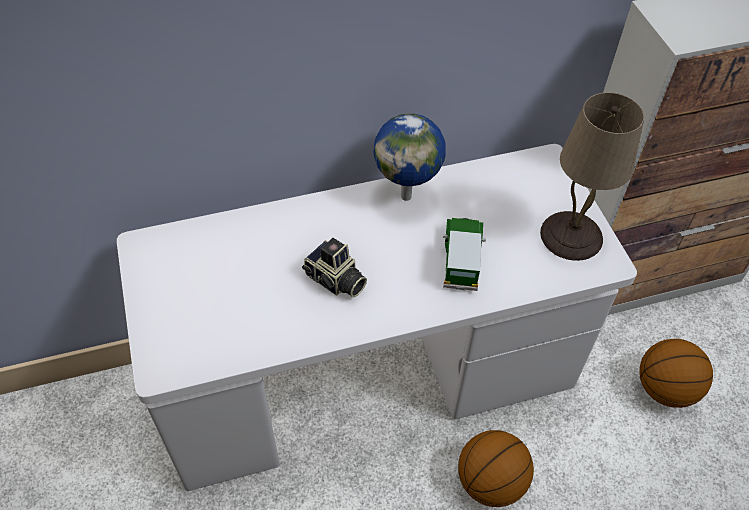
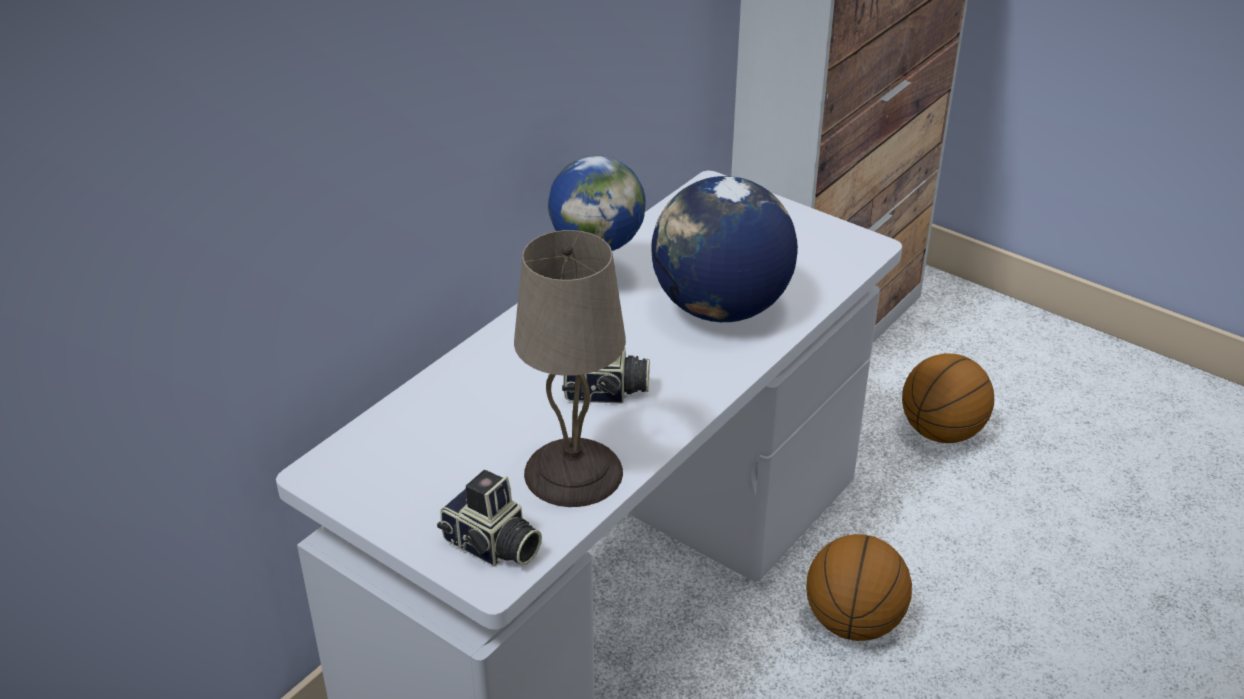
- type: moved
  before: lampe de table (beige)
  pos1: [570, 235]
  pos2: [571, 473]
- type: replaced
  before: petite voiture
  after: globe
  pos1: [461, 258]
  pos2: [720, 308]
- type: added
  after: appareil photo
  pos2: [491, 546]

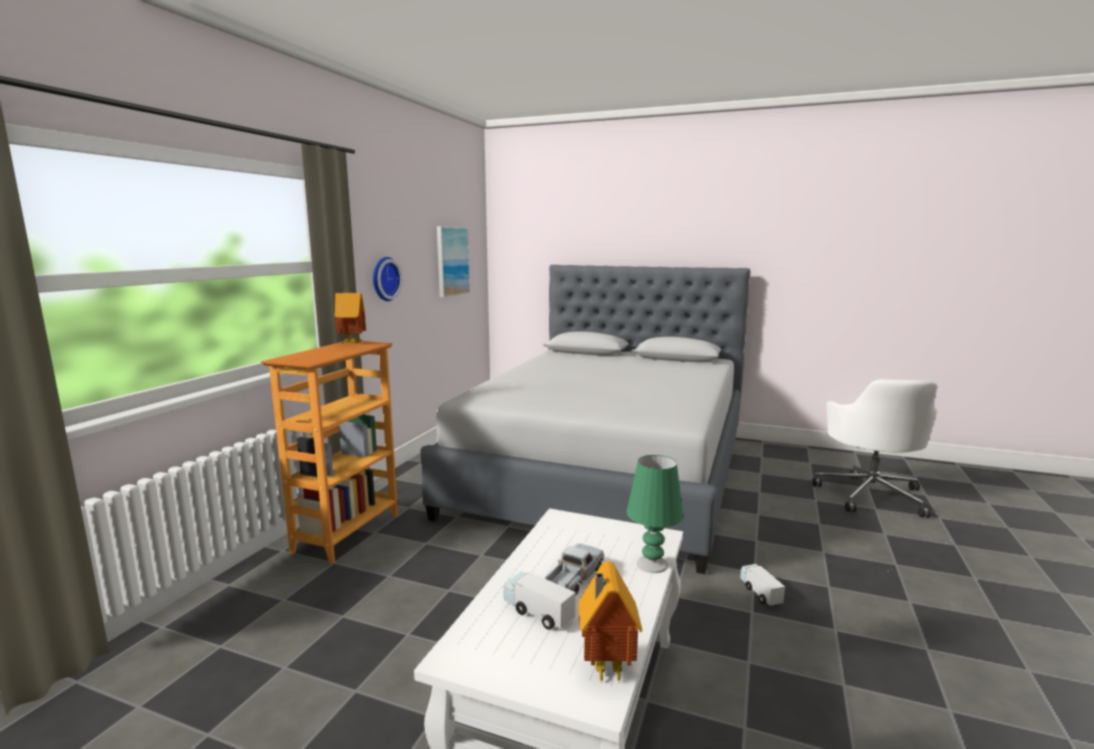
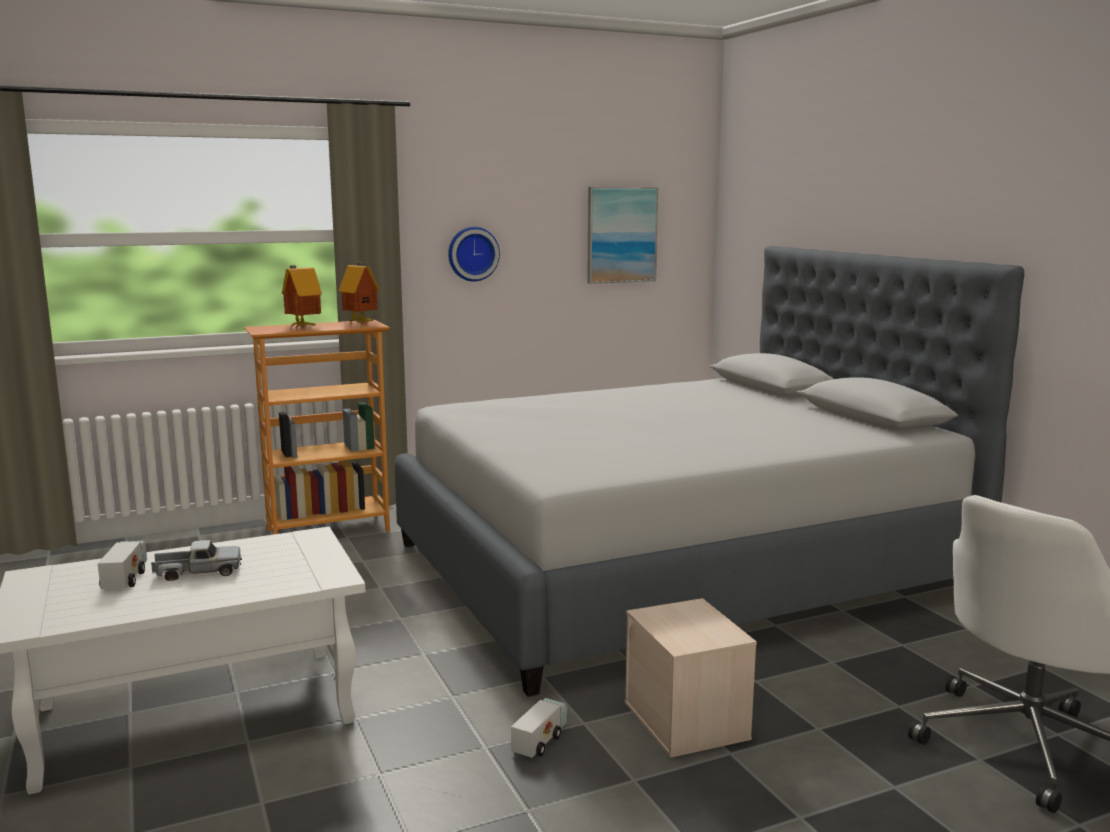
- type: removed
  before: lampe de table (vert)
  pos1: [652, 564]
- type: moved
  before: maison miniature
  pos1: [604, 668]
  pos2: [302, 326]
- type: added
  after: boîte de rangement (beige)
  pos2: [687, 721]

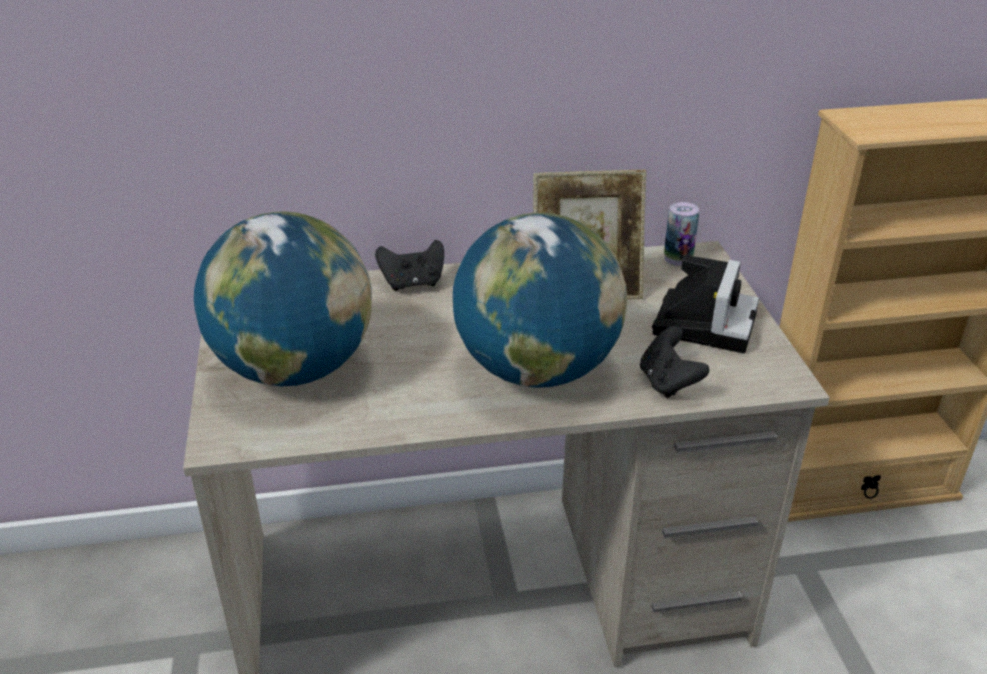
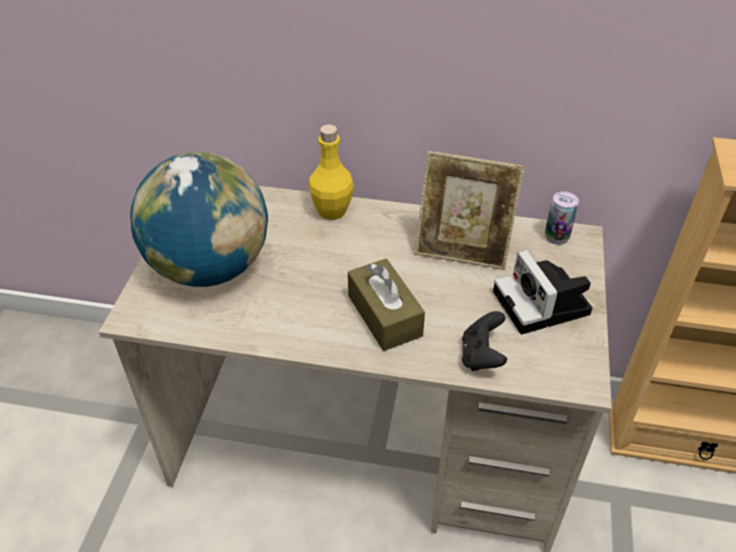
- type: replaced
  before: globe
  after: boîte à mouchoirs (marron)
  pos1: [537, 369]
  pos2: [384, 315]
- type: replaced
  before: manette (noir)
  after: bouteille (jaune)
  pos1: [413, 283]
  pos2: [332, 211]
- type: turned
  before: appareil photo
  pos1: [704, 322]
  pos2: [544, 305]
  turn: 120

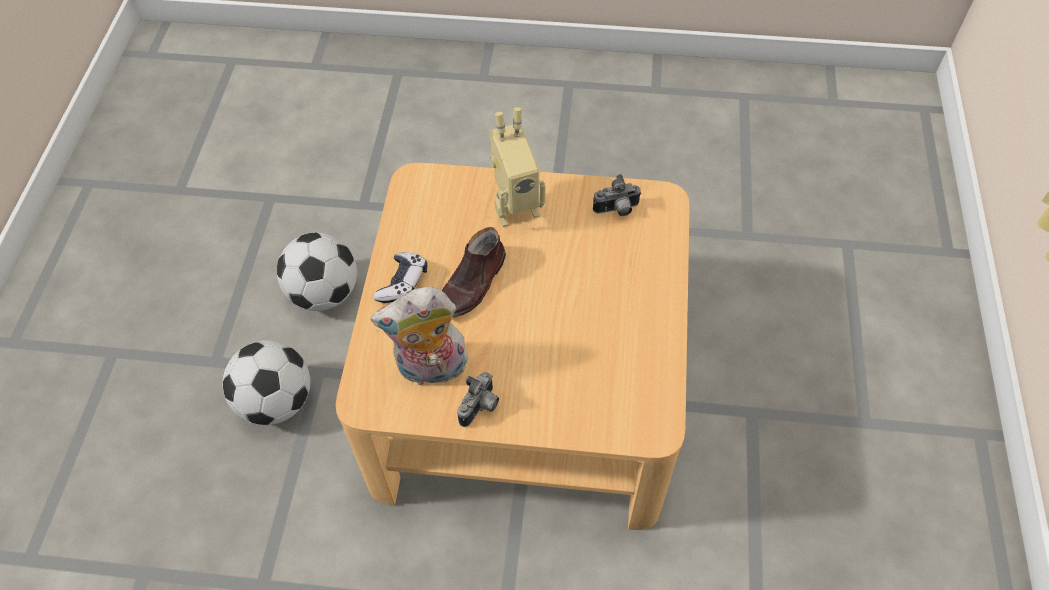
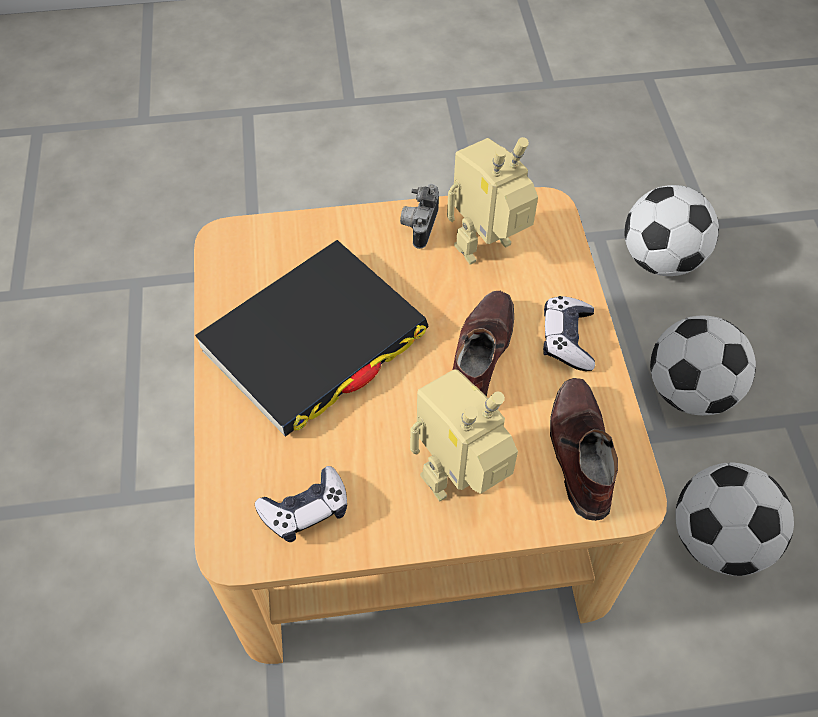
- type: replaced
  before: appareil photo
  after: manette
  pos1: [617, 210]
  pos2: [306, 510]
- type: replaced
  before: peluche
  after: robot jouet
  pos1: [431, 370]
  pos2: [488, 251]
- type: added
  after: ballon de foot
  pos2: [661, 259]
- type: added
  after: livre (noir)
  pos2: [314, 341]
- type: added
  after: chaussure (marron)
  pos2: [579, 452]

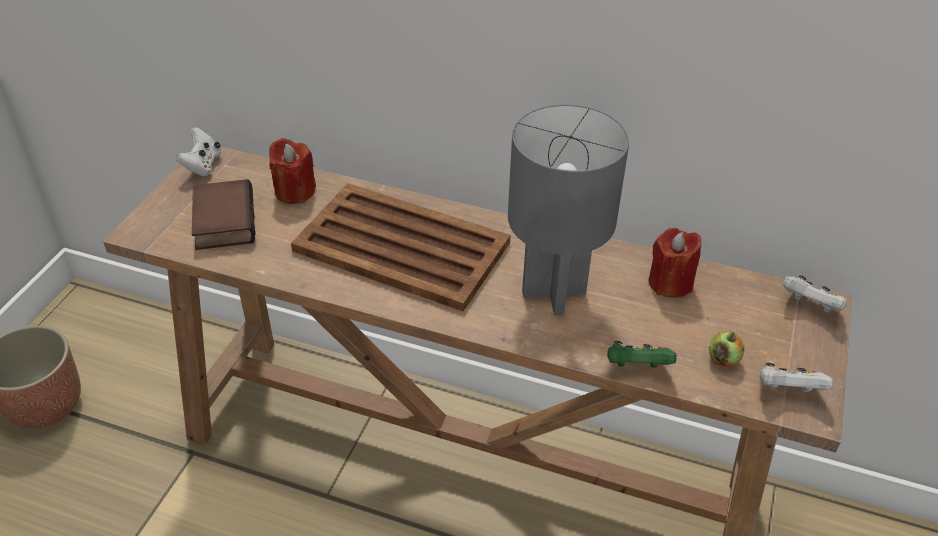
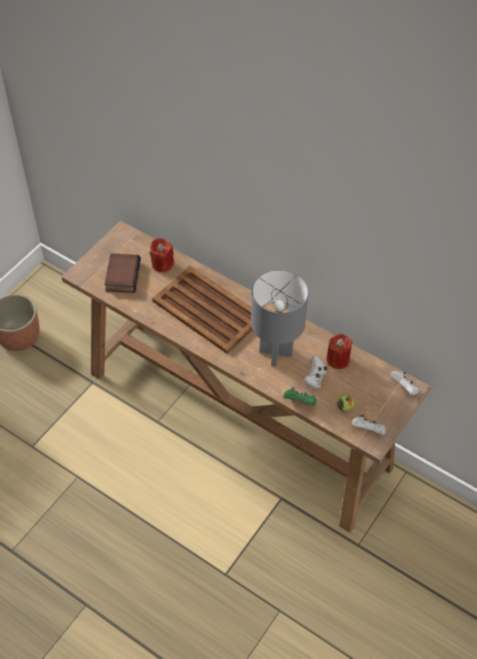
- type: moved
  before: manette (blanc)
  pos1: [202, 165]
  pos2: [314, 378]

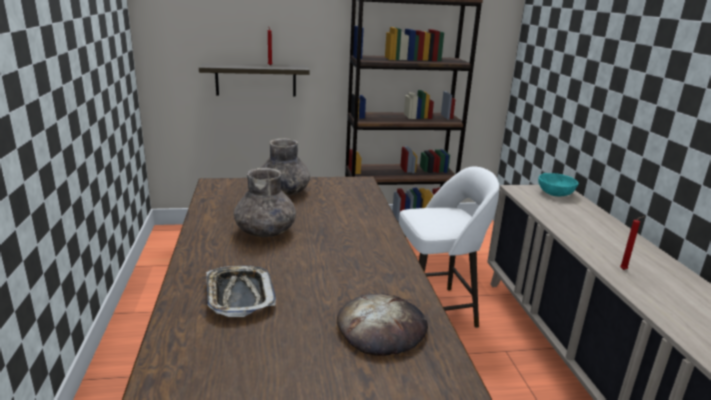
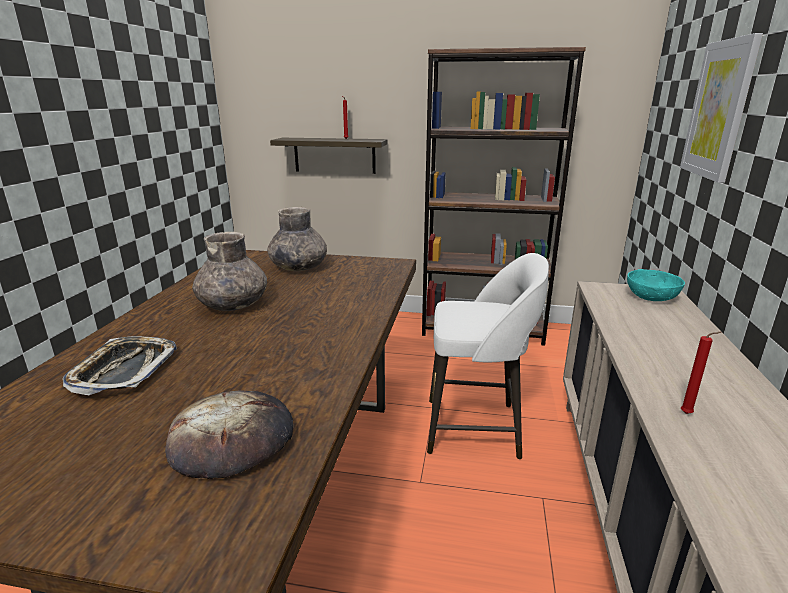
- type: added
  after: tableau
  pos2: [718, 110]

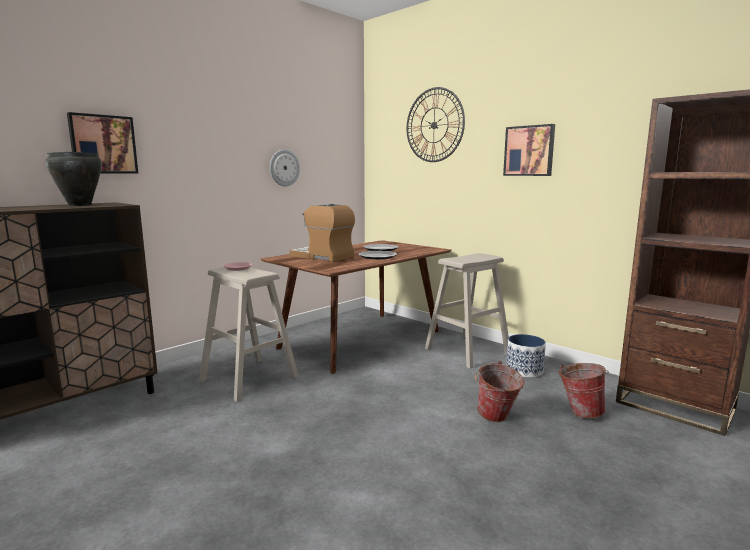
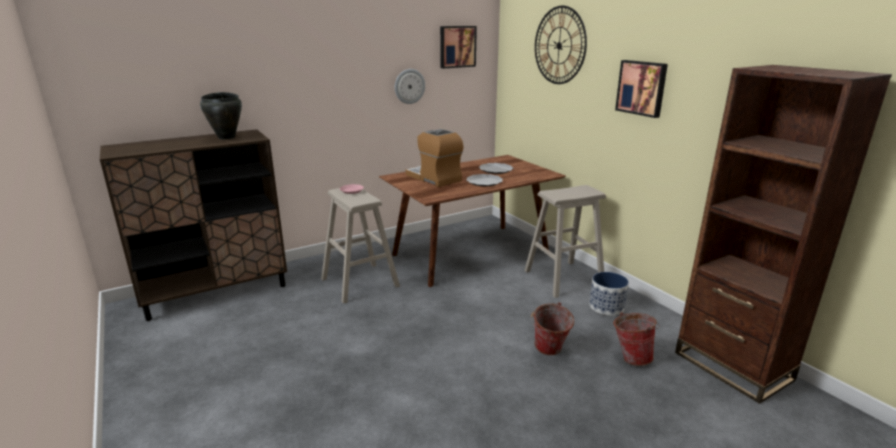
- type: moved
  before: tableau
  pos1: [103, 144]
  pos2: [457, 46]

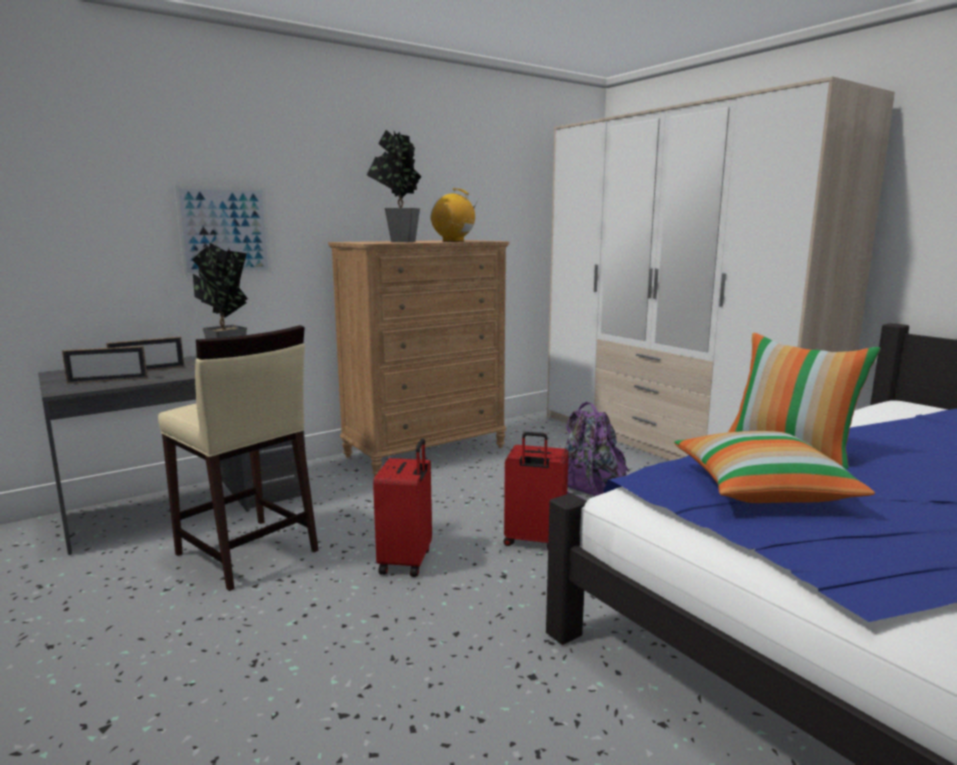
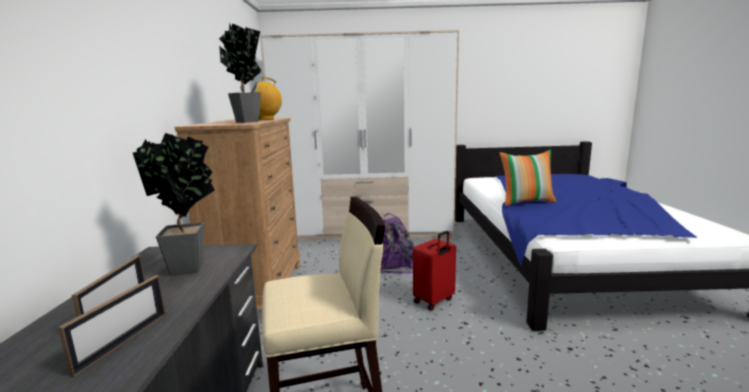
- type: removed
  before: tableau
  pos1: [225, 231]
- type: removed
  before: coussin
  pos1: [761, 489]
- type: removed
  before: valise (rouge)
  pos1: [407, 561]

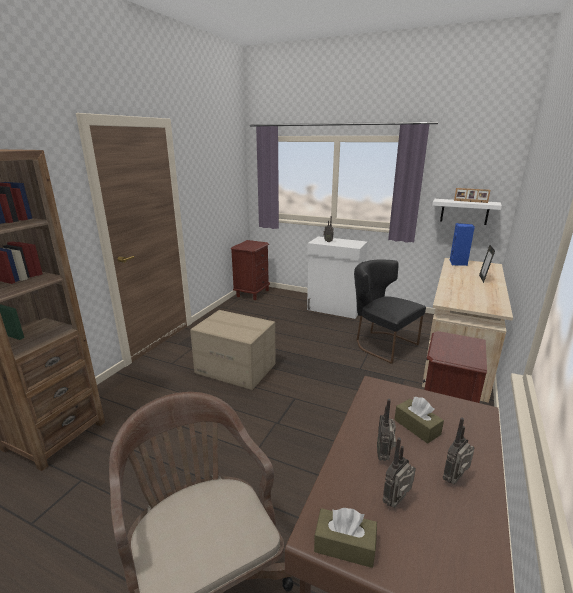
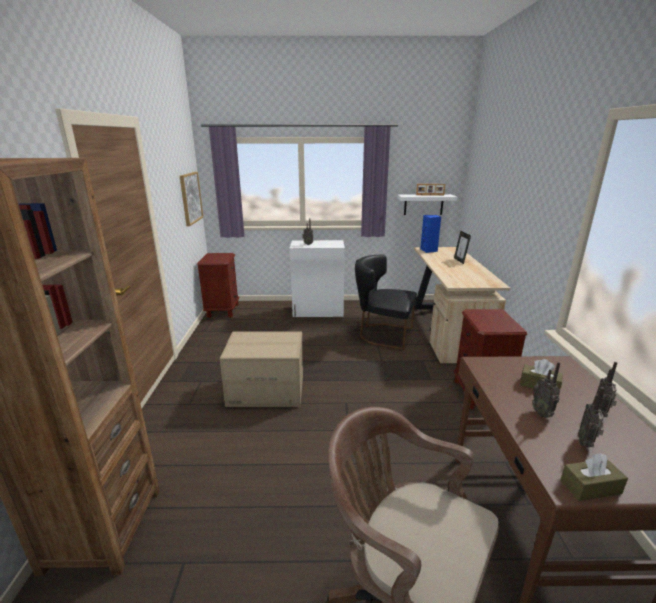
- type: added
  after: tableau
  pos2: [190, 198]

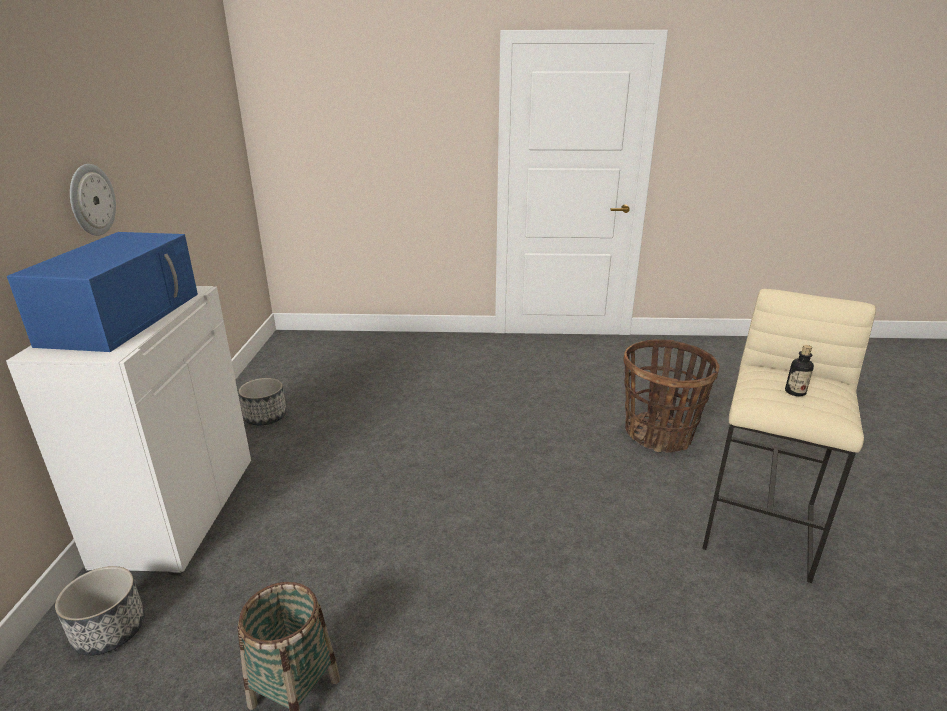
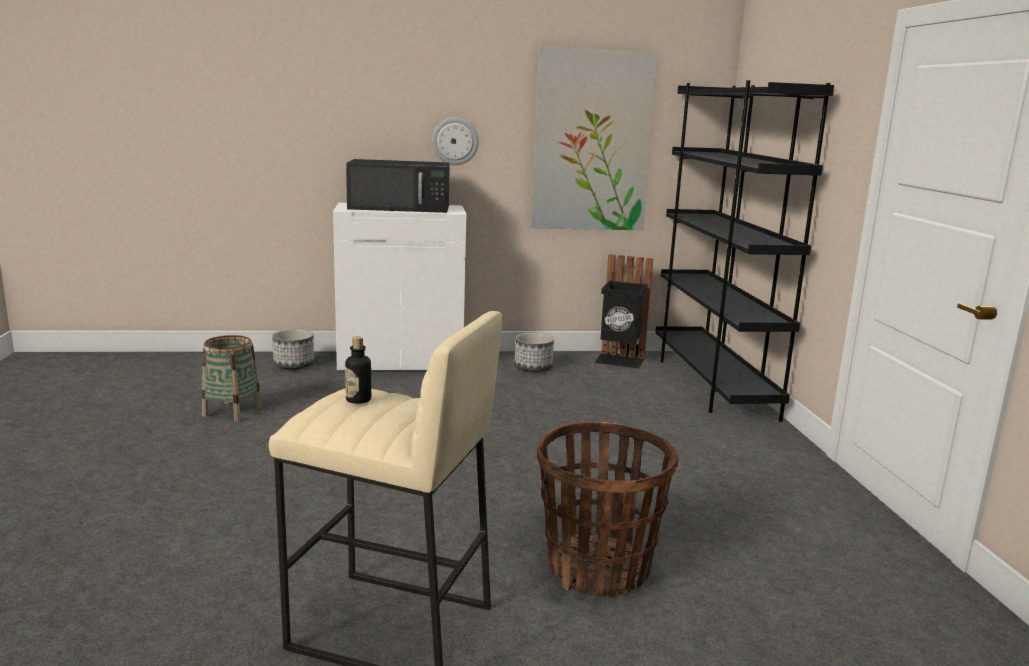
- type: recoloured
  before: micro-ondes (bleu)
  after: micro-ondes (noir)
  pos1: [124, 317]
  pos2: [401, 207]
- type: added
  after: tableau
  pos2: [592, 141]
- type: added
  after: bibliothèque (noir)
  pos2: [712, 385]
- type: added
  after: poubelle (noir)
  pos2: [619, 360]

